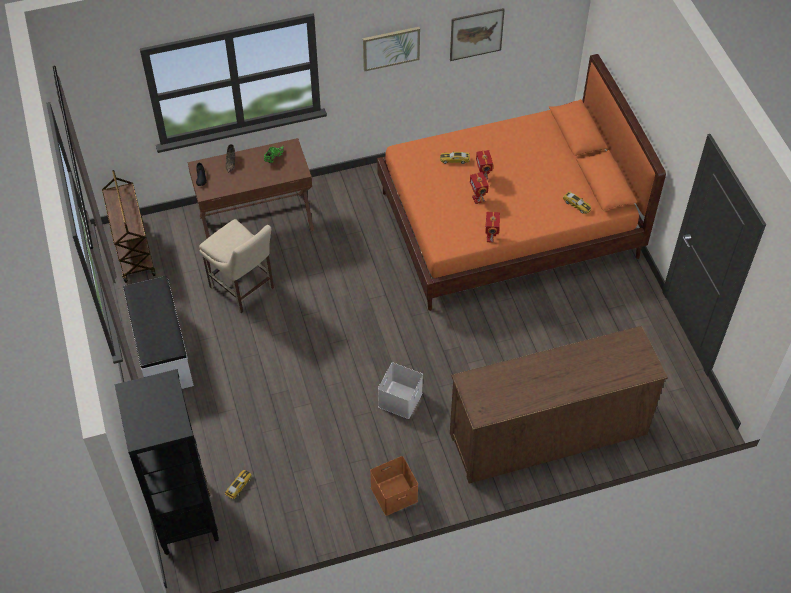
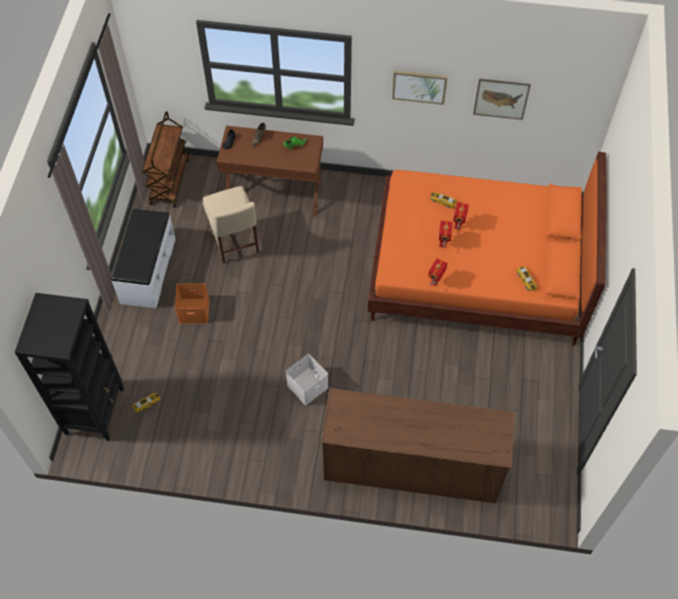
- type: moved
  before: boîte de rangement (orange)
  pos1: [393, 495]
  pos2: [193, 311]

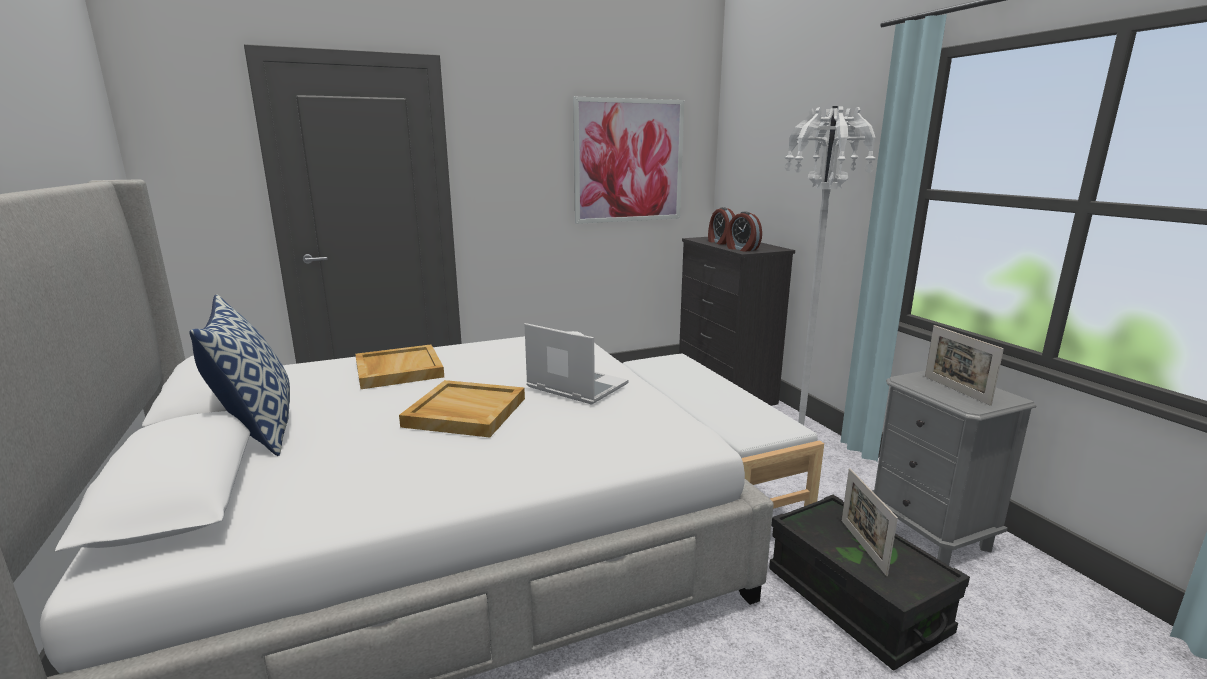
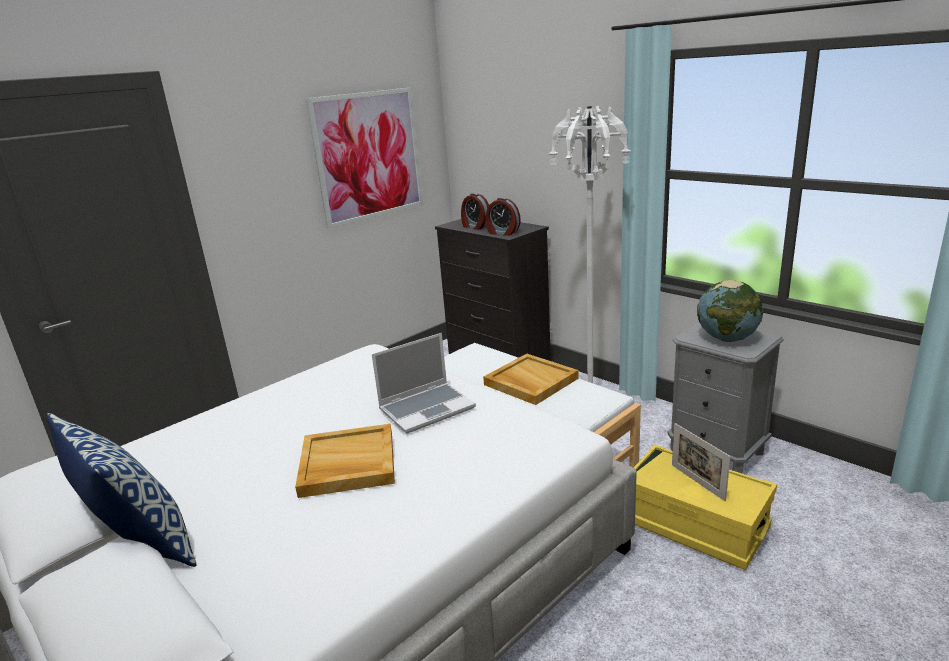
- type: turned
  before: ordinateur portable
  pos1: [575, 386]
  pos2: [427, 408]
  turn: 135
- type: replaced
  before: cadre photo
  after: globe
  pos1: [956, 390]
  pos2: [727, 338]
- type: moved
  before: plateau (beige)
  pos1: [398, 370]
  pos2: [530, 381]
- type: recoloured
  before: boîte de rangement (noir)
  after: boîte de rangement (jaune)
  pos1: [855, 602]
  pos2: [694, 526]

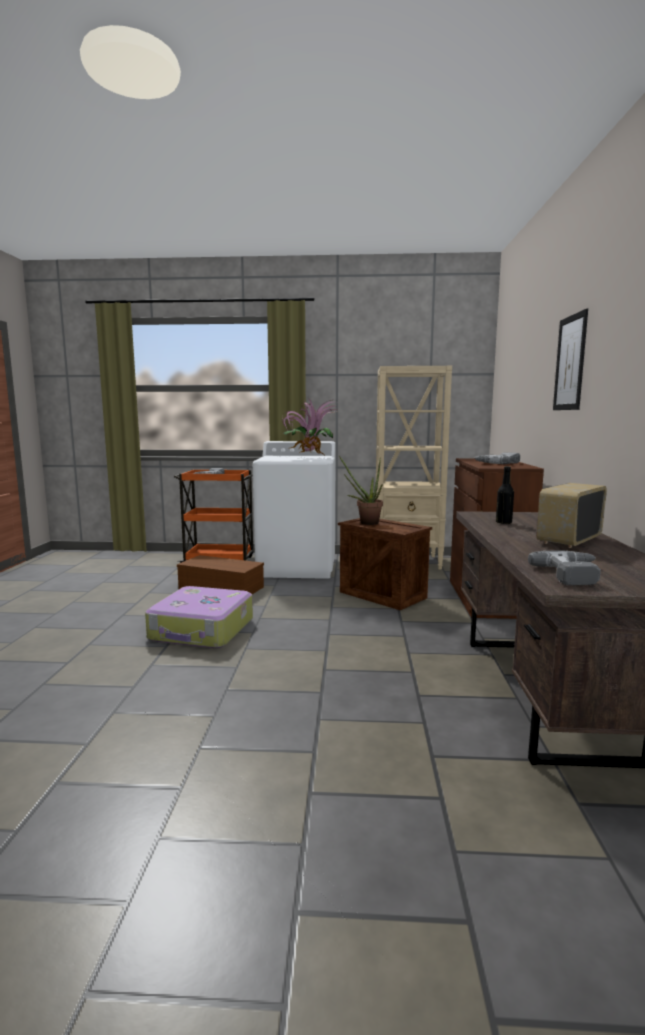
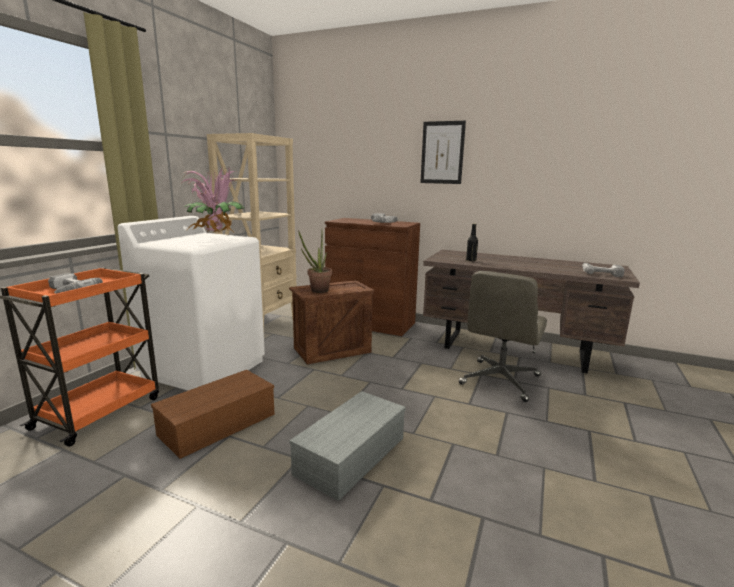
- type: removed
  before: radio
  pos1: [568, 541]
- type: replaced
  before: valise
  after: boîte de rangement (gris)
  pos1: [202, 630]
  pos2: [351, 454]
- type: added
  after: chaise de bureau (gris)
  pos2: [500, 380]

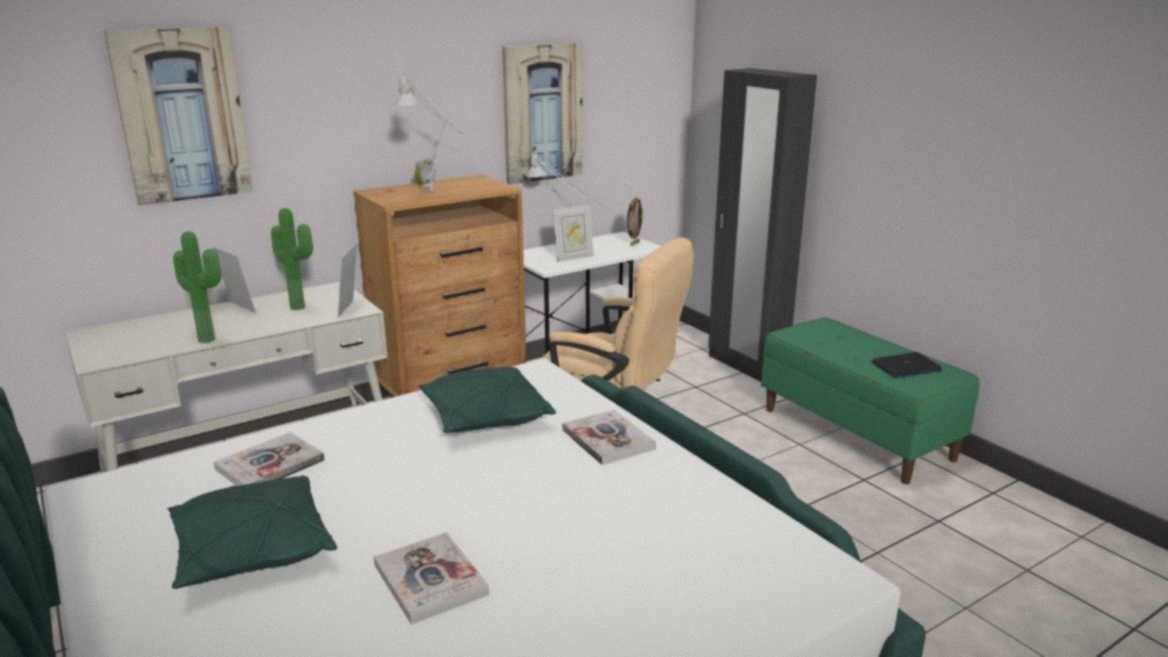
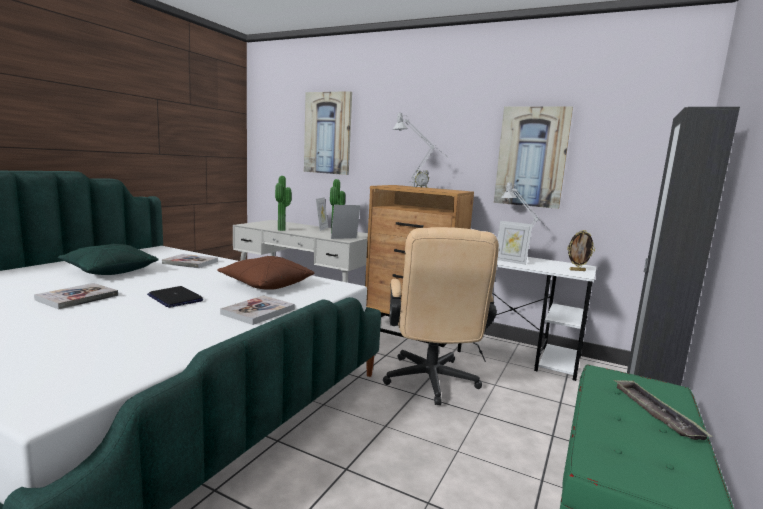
- type: moved
  before: ordinateur portable
  pos1: [906, 367]
  pos2: [175, 298]
- type: recoloured
  before: coussin (vert)
  after: coussin (marron)
  pos1: [485, 418]
  pos2: [266, 284]
- type: added
  after: plateau
  pos2: [655, 413]

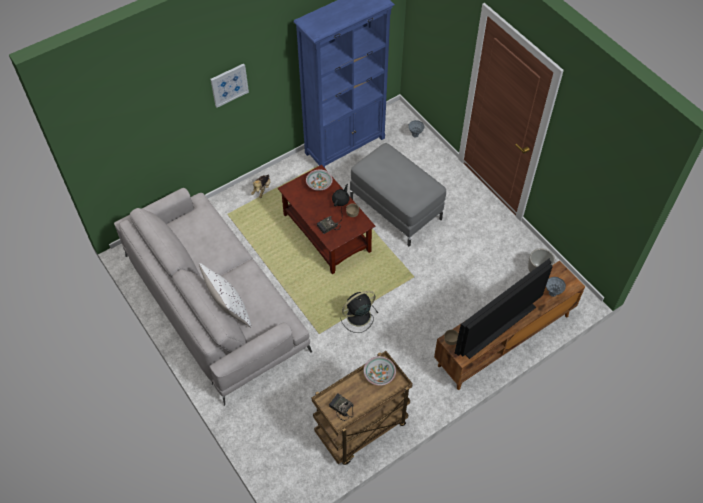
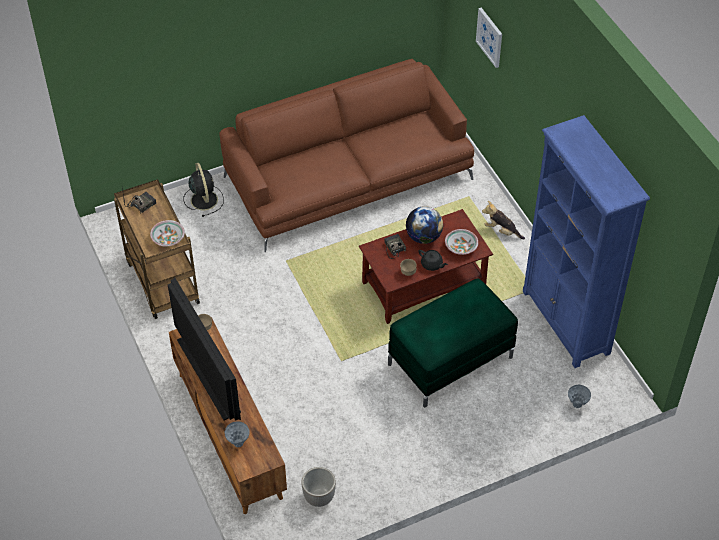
- type: moved
  before: tableau
  pos1: [229, 84]
  pos2: [490, 37]
- type: recoloured
  before: pouf (gris)
  after: pouf (vert)
  pos1: [396, 208]
  pos2: [450, 361]
- type: recoloured
  before: canapé (gris)
  after: canapé (marron)
  pos1: [214, 302]
  pos2: [348, 177]
- type: removed
  before: coussin (blanc)
  pos1: [228, 309]
- type: moved
  before: ventilateur (noir)
  pos1: [357, 316]
  pos2: [204, 199]
- type: added
  after: globe
  pos2: [424, 237]

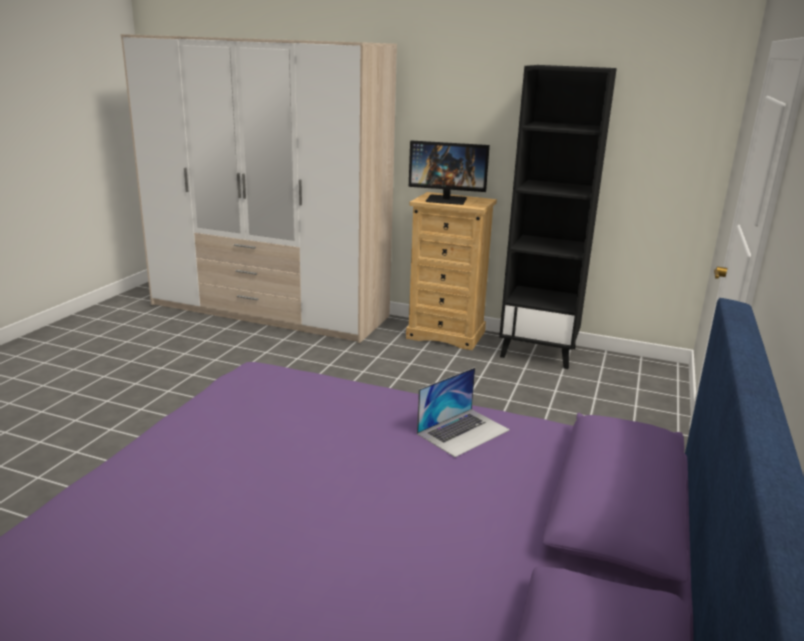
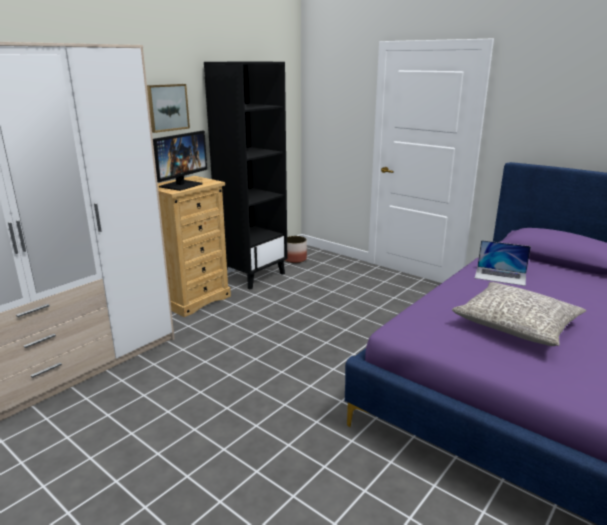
- type: turned
  before: ordinateur portable
  pos1: [463, 431]
  pos2: [500, 276]
  turn: 135
- type: added
  after: tableau
  pos2: [167, 107]
- type: added
  after: cache-pot
  pos2: [294, 259]
- type: added
  after: coussin (gris)
  pos2: [517, 325]

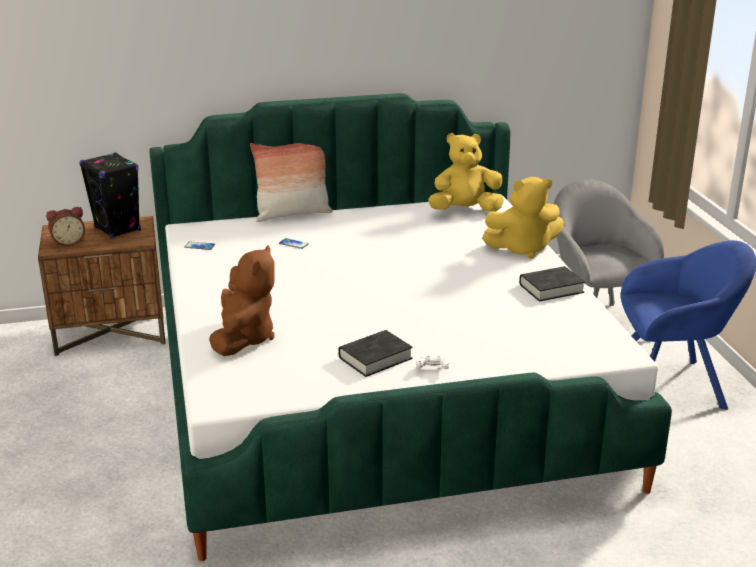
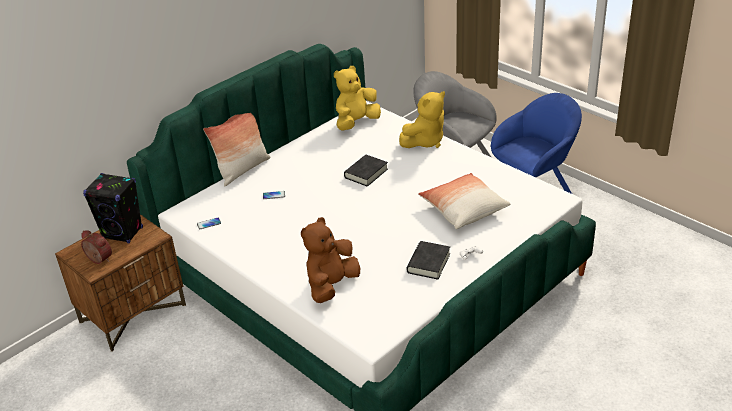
- type: turned
  before: réveil
  pos1: [68, 242]
  pos2: [98, 260]
  turn: -90
- type: turned
  before: peluche (marron)
  pos1: [244, 338]
  pos2: [331, 285]
  turn: -120
- type: moved
  before: livre (noir)
  pos1: [551, 288]
  pos2: [366, 173]
- type: added
  after: coussin
  pos2: [463, 210]

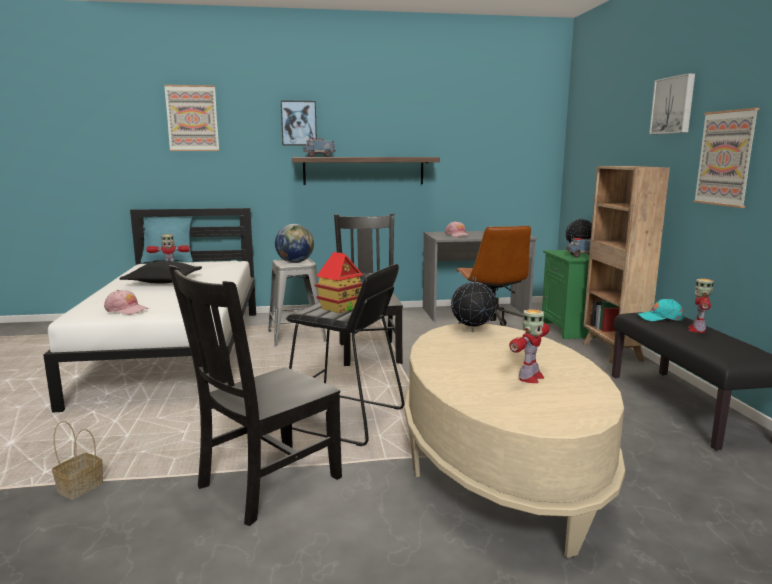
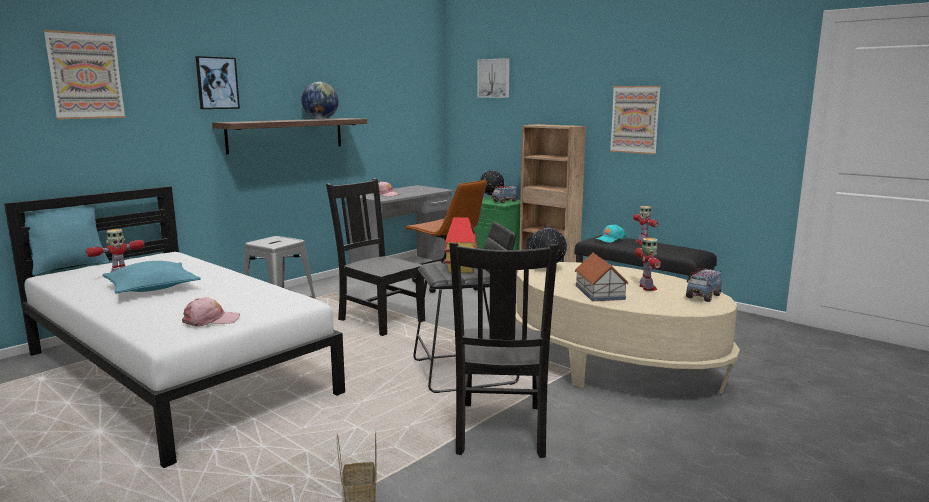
- type: moved
  before: tableau
  pos1: [674, 105]
  pos2: [494, 78]
- type: moved
  before: camion jouet
  pos1: [319, 156]
  pos2: [703, 296]
- type: moved
  before: globe
  pos1: [295, 262]
  pos2: [321, 119]
- type: recoloured
  before: coussin (noir)
  after: coussin (turquoise)
  pos1: [163, 282]
  pos2: [152, 288]
- type: added
  after: maison miniature
  pos2: [599, 292]

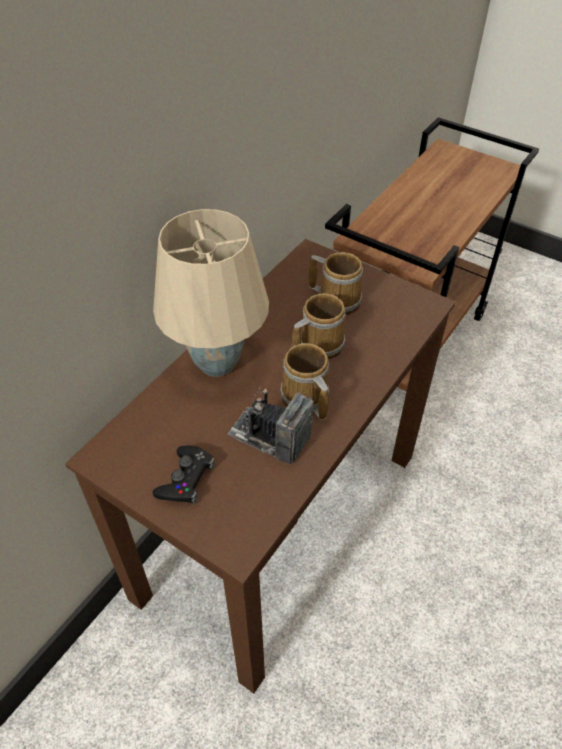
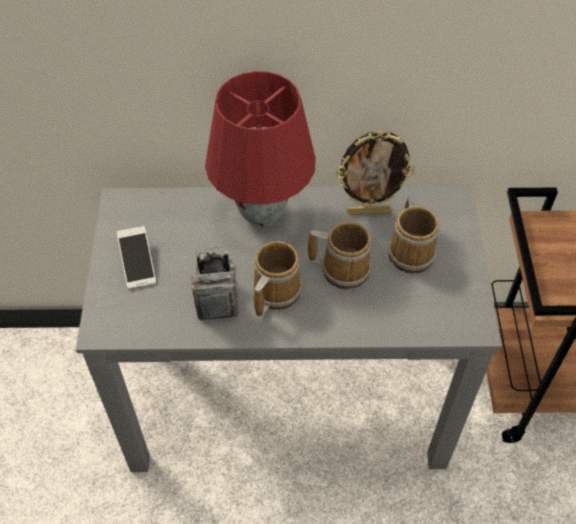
- type: recoloured
  before: lampe de table (beige)
  after: lampe de table (rouge)
  pos1: [218, 364]
  pos2: [263, 215]
- type: recoloured
  before: bureau (marron)
  after: bureau (gris)
  pos1: [281, 522]
  pos2: [289, 399]
- type: replaced
  before: manette (noir)
  after: téléphone
  pos1: [186, 479]
  pos2: [137, 263]
- type: added
  after: cadre photo
  pos2: [369, 211]

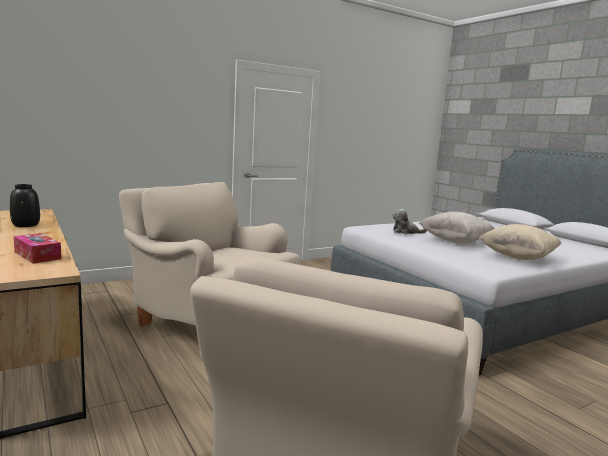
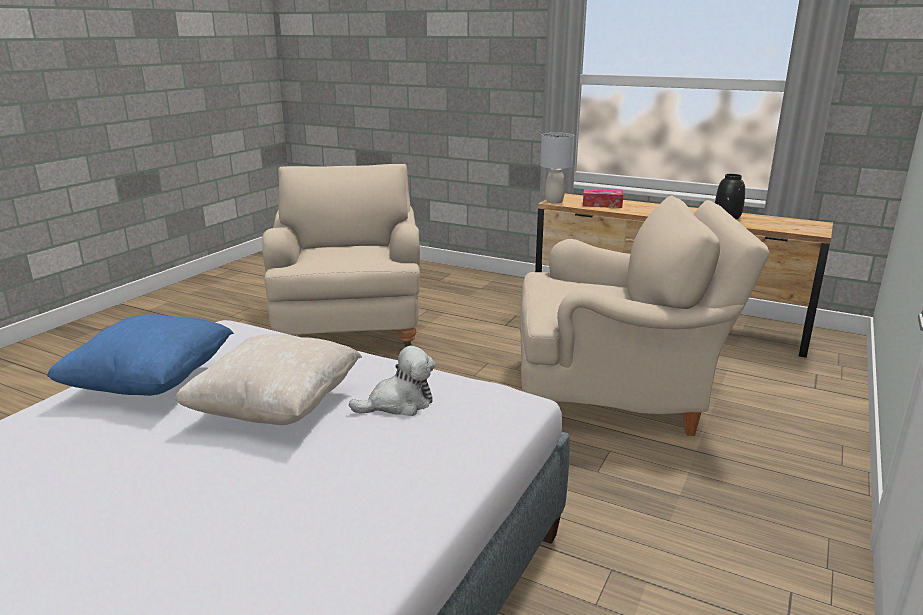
- type: recoloured
  before: coussin (beige)
  after: coussin (bleu)
  pos1: [518, 257]
  pos2: [151, 384]
- type: added
  after: lampe de table (gris)
  pos2: [554, 201]

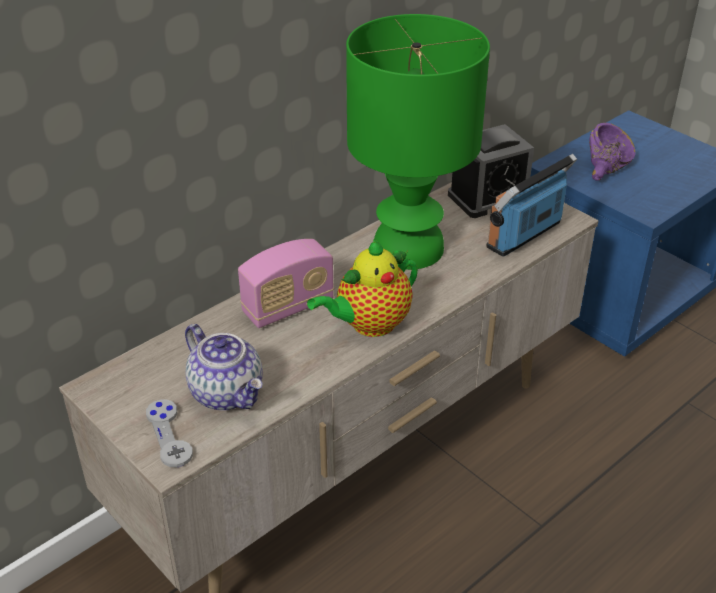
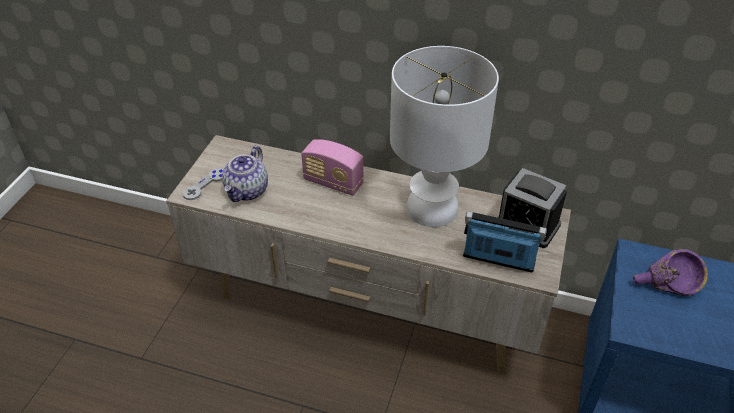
- type: recoloured
  before: lampe de table (vert)
  after: lampe de table (blanc)
  pos1: [410, 247]
  pos2: [433, 209]
- type: removed
  before: théière
  pos1: [369, 325]

